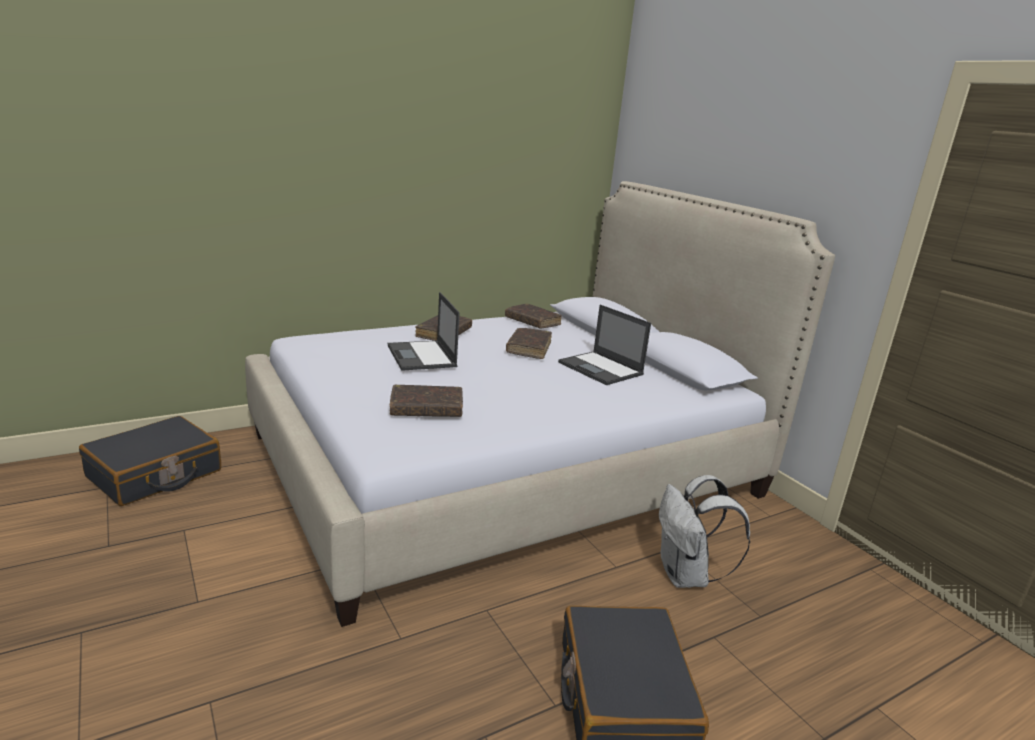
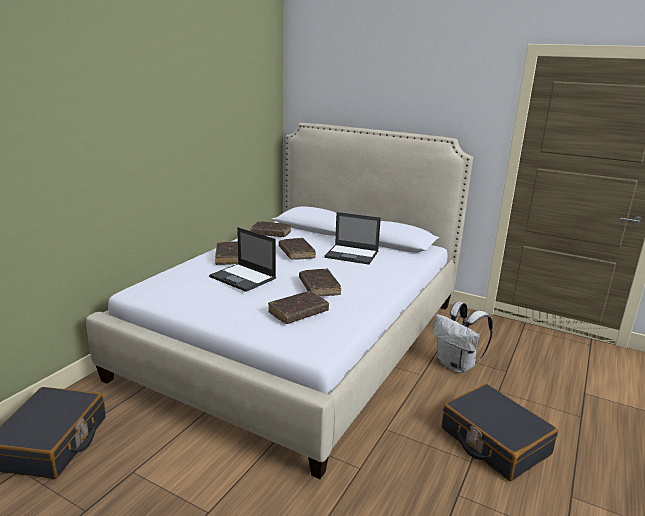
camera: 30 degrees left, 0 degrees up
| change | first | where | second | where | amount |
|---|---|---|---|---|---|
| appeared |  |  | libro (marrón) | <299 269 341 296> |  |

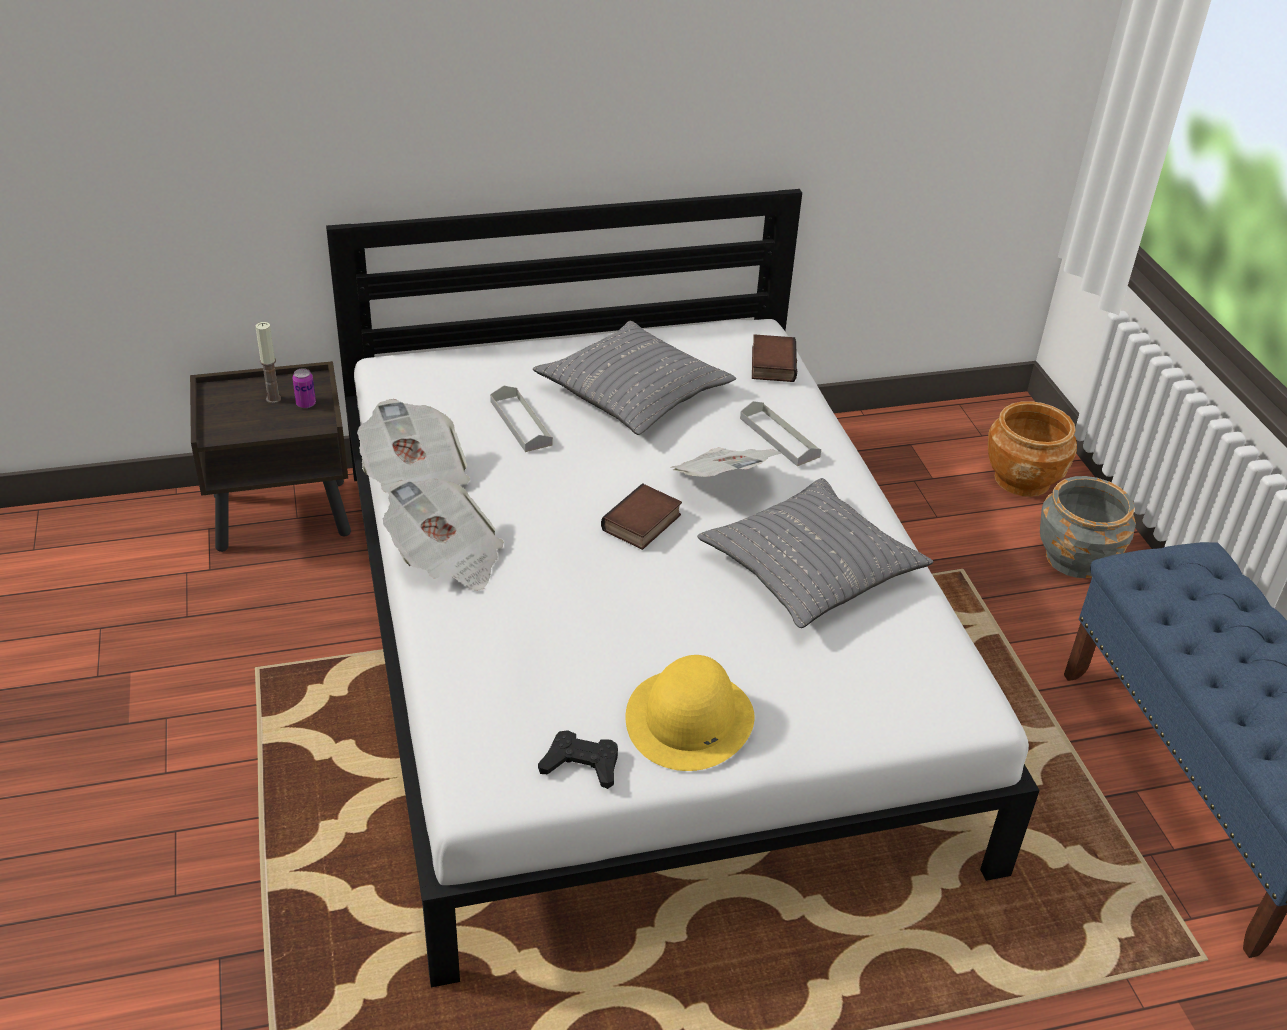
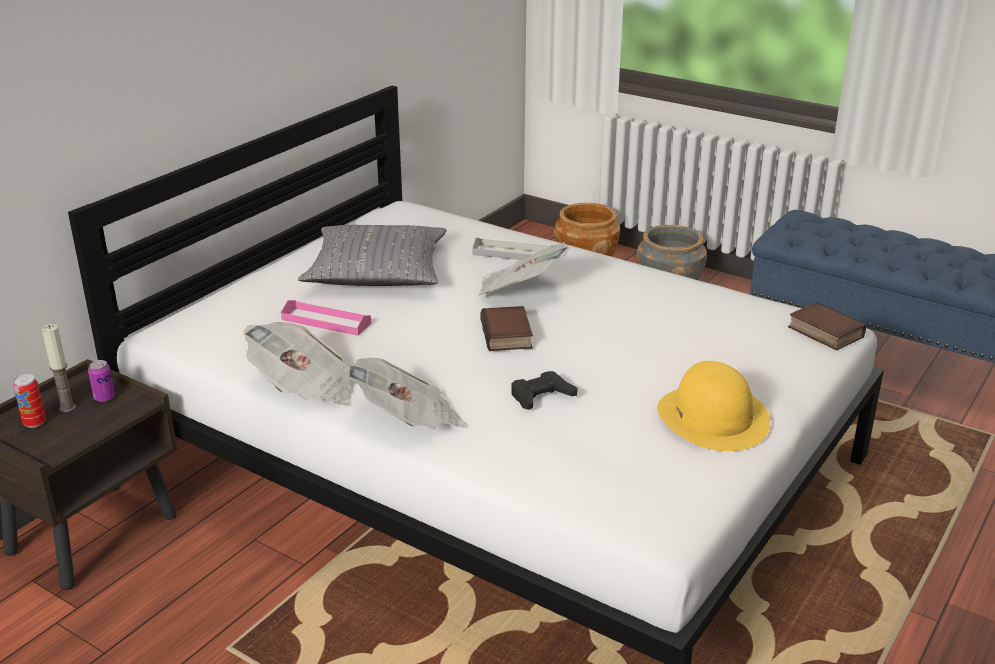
camera: 40 degrees left, 10 degrees down
| change | first | where | second | where | amount |
|---|---|---|---|---|---|
| relocated | libro | <752 334 797 382> |  | <788 302 866 350> |  |
| colour | bandeja (gris) | <490 385 553 452> | bandeja (rosa) | <281 300 371 336> |  |
| missing | cojín (gris) | <697 478 934 628> |  |  |  |
| relocated | mando de consola (negro) | <538 730 618 789> |  | <511 371 577 410> |  |
| appeared |  |  | lata | <14 374 46 428> |  |

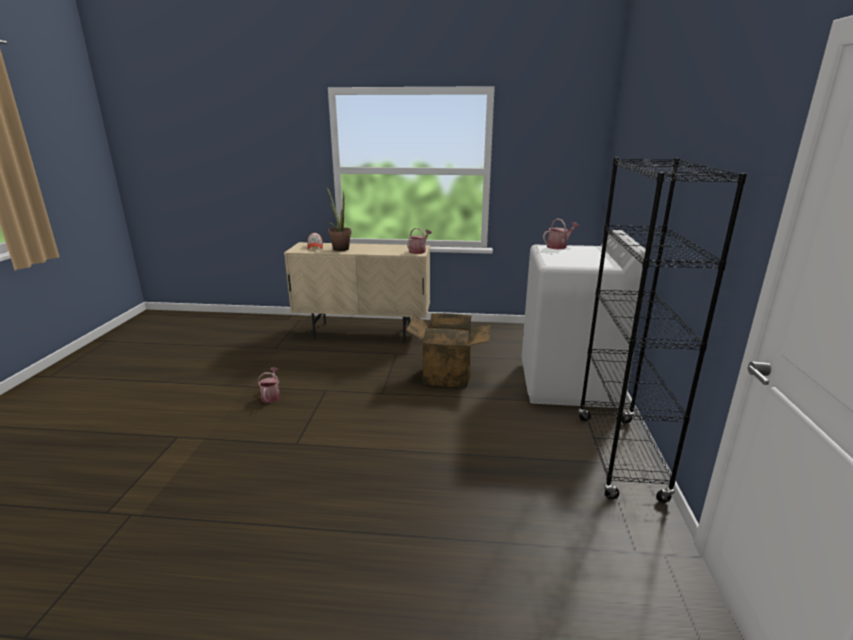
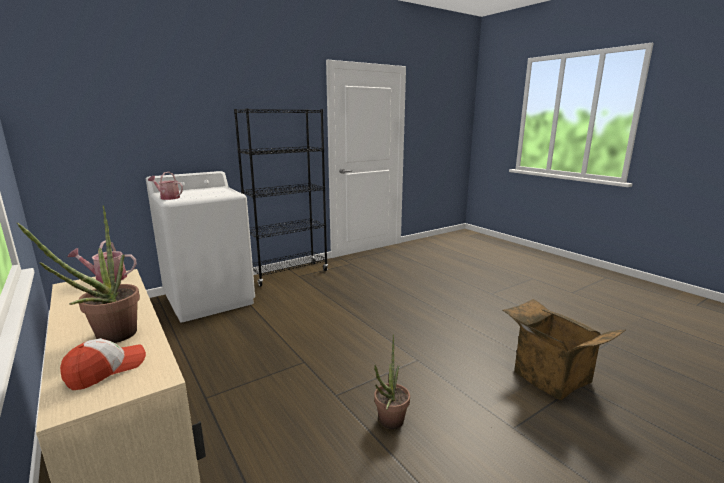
camera: 130 degrees left, 5 degrees down
| change | first | where | second | where | amount |
|---|---|---|---|---|---|
| relocated | caja de cartón | <406 313 491 388> |  | <502 299 625 400> |  |
| exchanged | regadera | <258 368 280 403> | planta en maceta | <374 334 410 429> |  |

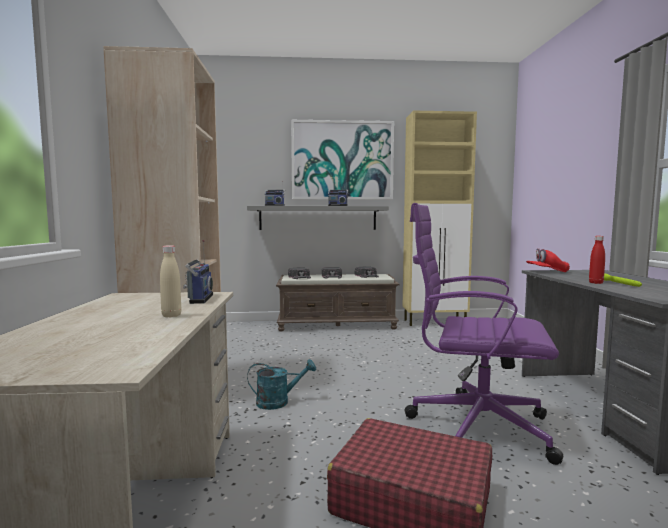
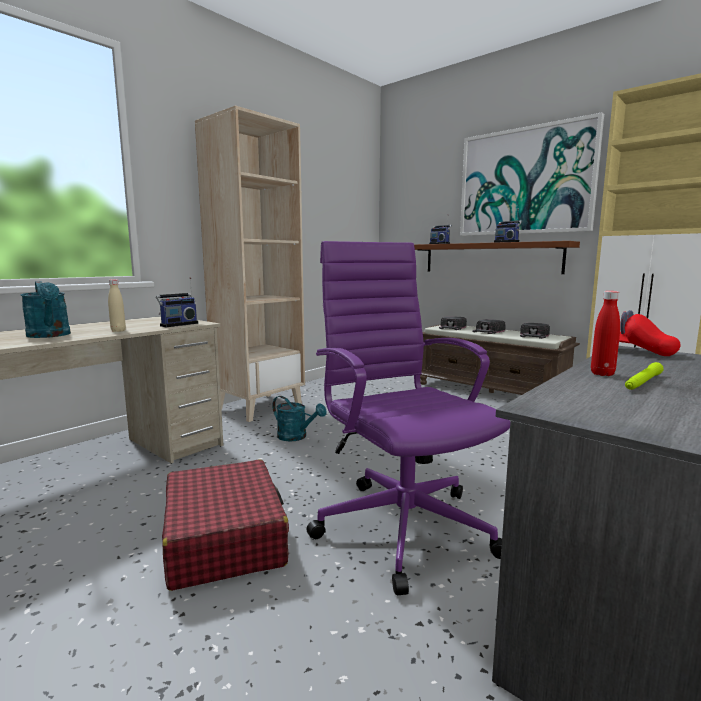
camera: 45 degrees right, 5 degrees up
| change | first | where | second | where | amount |
|---|---|---|---|---|---|
| colour | estante (gris) | <247 206 389 230> | estante (marrón) | <414 241 580 274> |  |
| appeared |  |  | regadera (turquesa) | <20 281 71 338> |  |

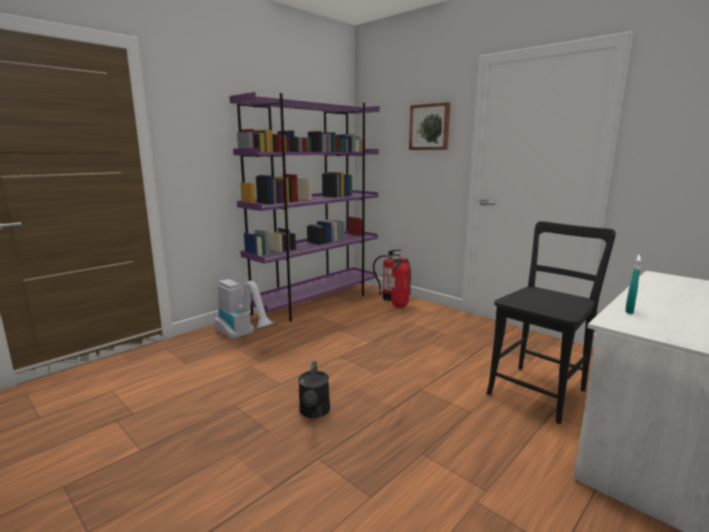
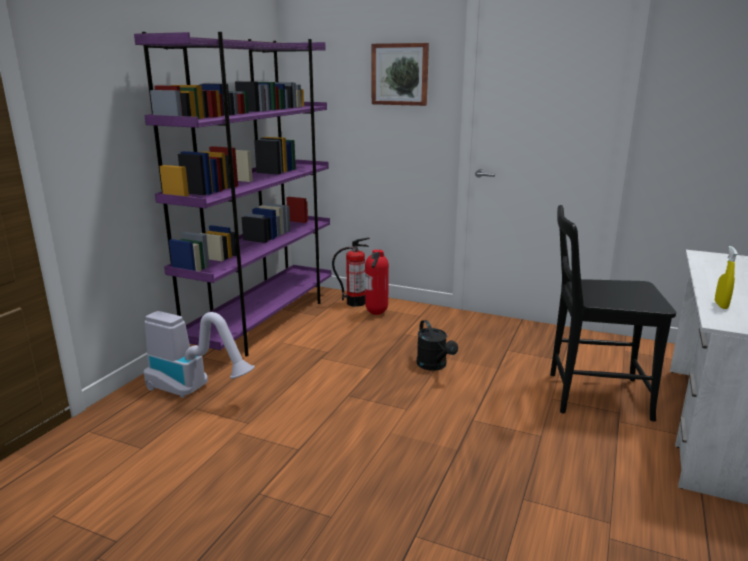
camera: 20 degrees left, 5 degrees up
| change | first | where | second | where | amount |
|---|---|---|---|---|---|
| spun | silla (negro) | <486 221 616 424> |  | <550 205 676 421> | 105 degrees counterclockwise |
| colour | pulverizador (turquesa) | <625 255 641 314> | pulverizador (amarillo) | <715 246 738 309> |  |
| relocated | regadera (negro) | <298 362 330 418> |  | <417 320 458 371> |  |

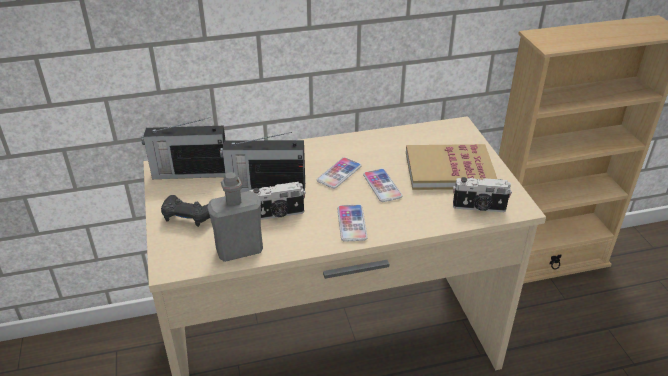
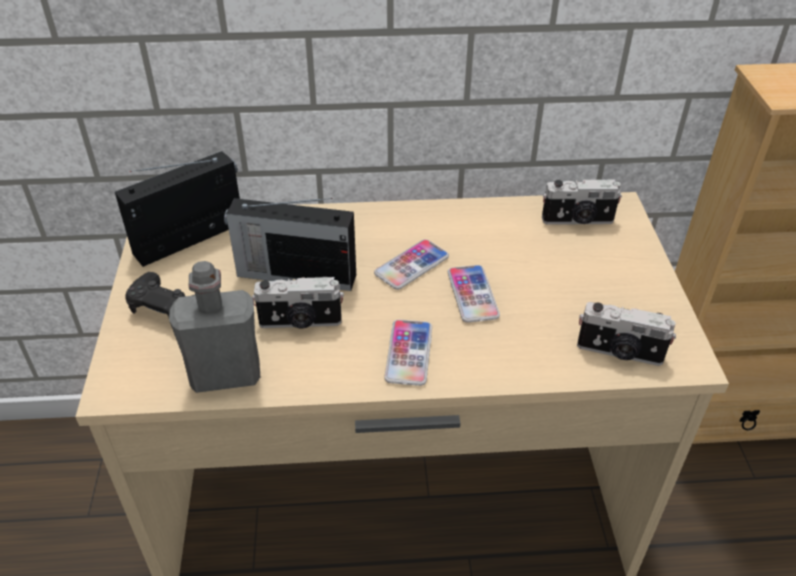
camera: 10 degrees right, 5 degrees up
| change | first | where | second | where | amount |
|---|---|---|---|---|---|
| spun | radio | <142 117 225 179> |  | <115 151 240 267> | 135 degrees clockwise |
| missing | libro | <406 144 497 190> |  |  |  |
| appeared |  |  | cámara | <542 179 622 224> |  |

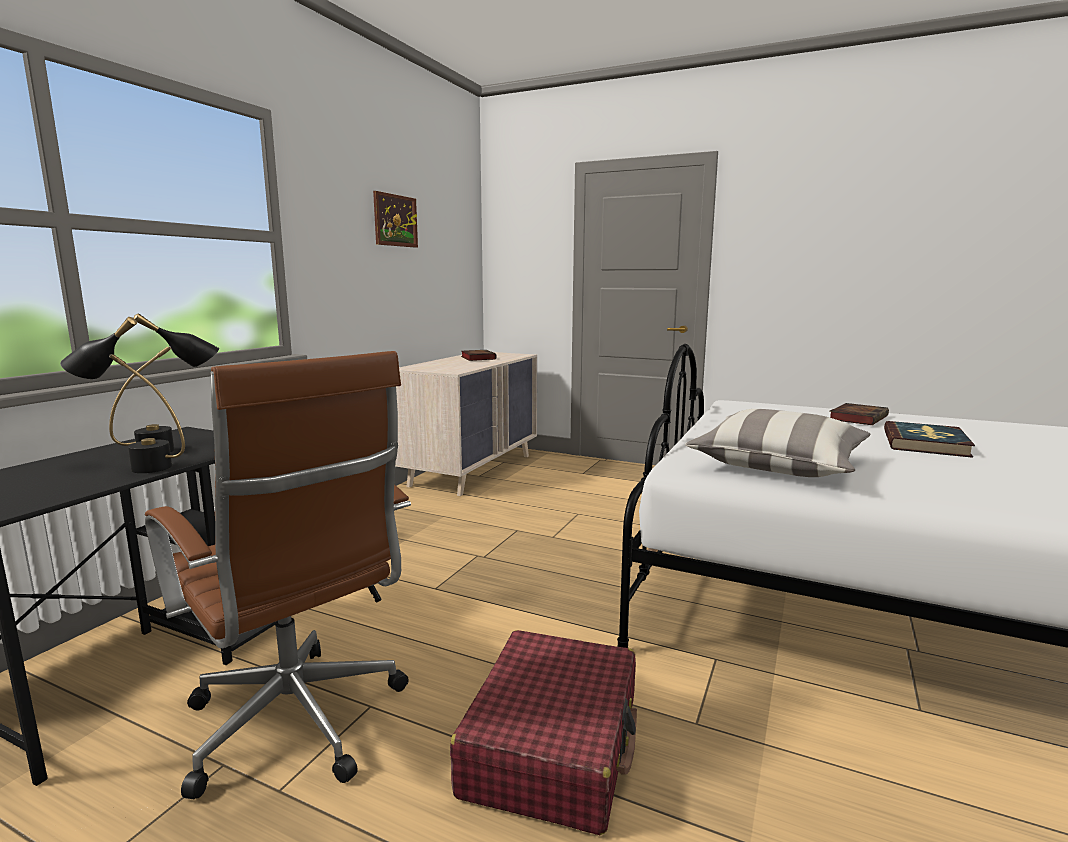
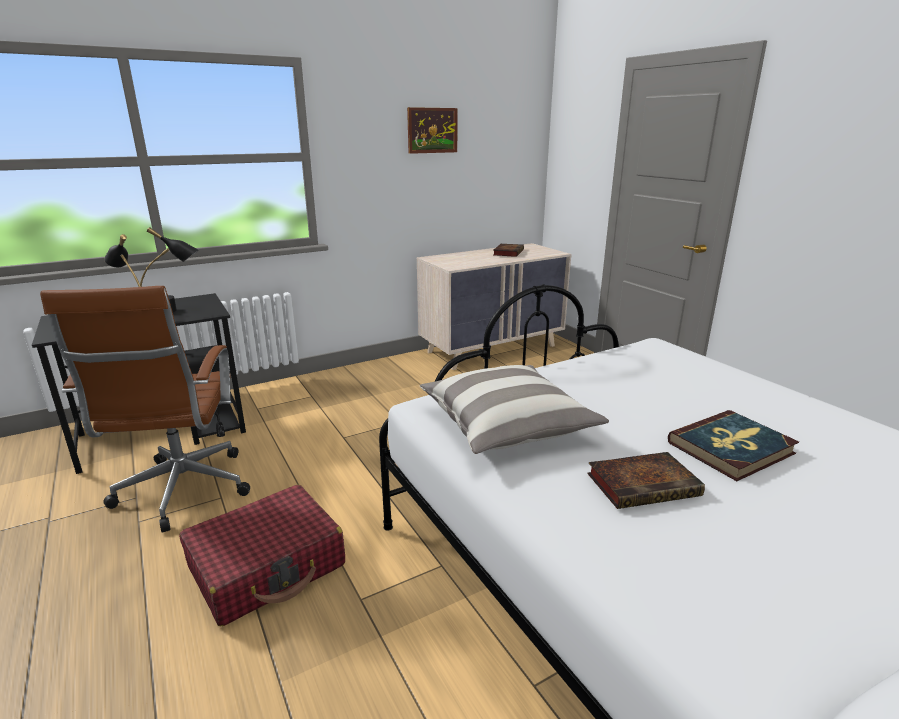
camera: 35 degrees right, 10 degrees up
| change | first | where | second | where | amount |
|---|---|---|---|---|---|
| relocated | libro | <829 403 889 425> |  | <587 452 705 509> |  |

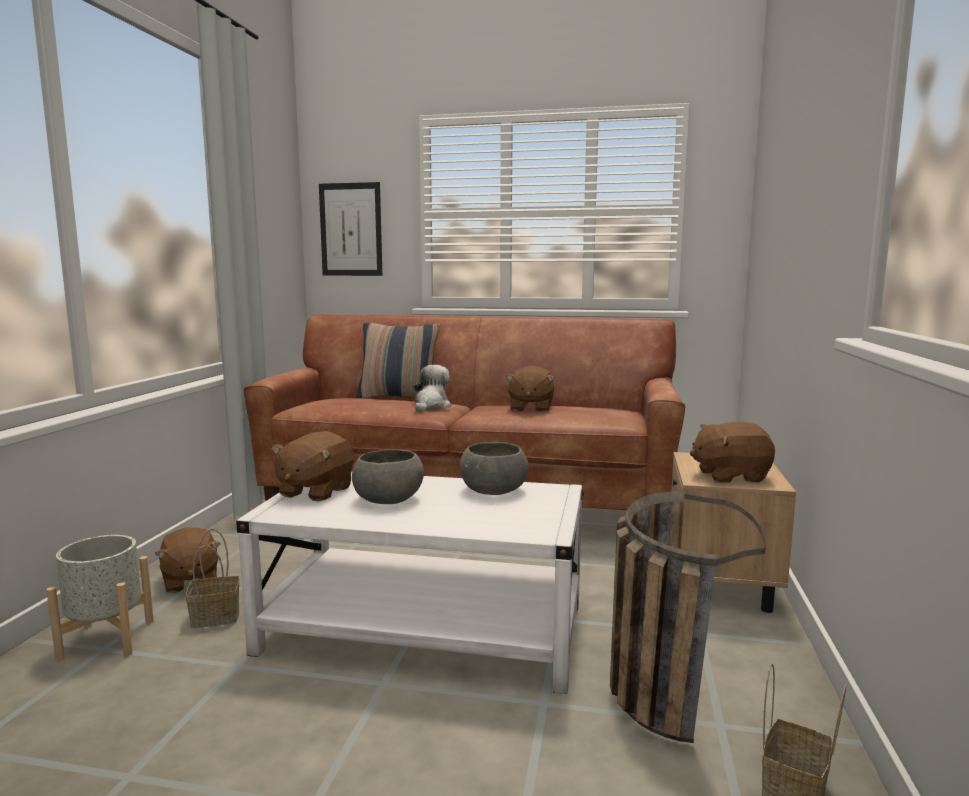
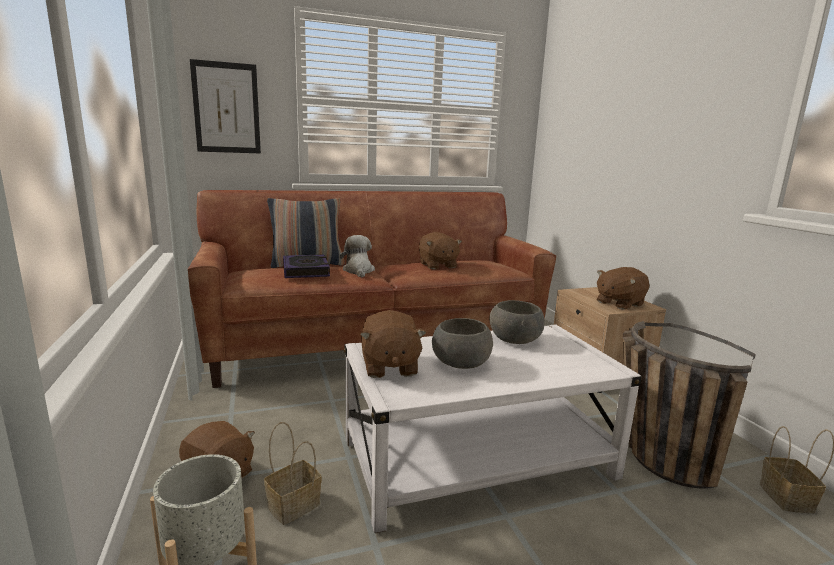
camera: 30 degrees left, 5 degrees up
| change | first | where | second | where | amount |
|---|---|---|---|---|---|
| appeared |  |  | libro | <283 255 330 278> |  |

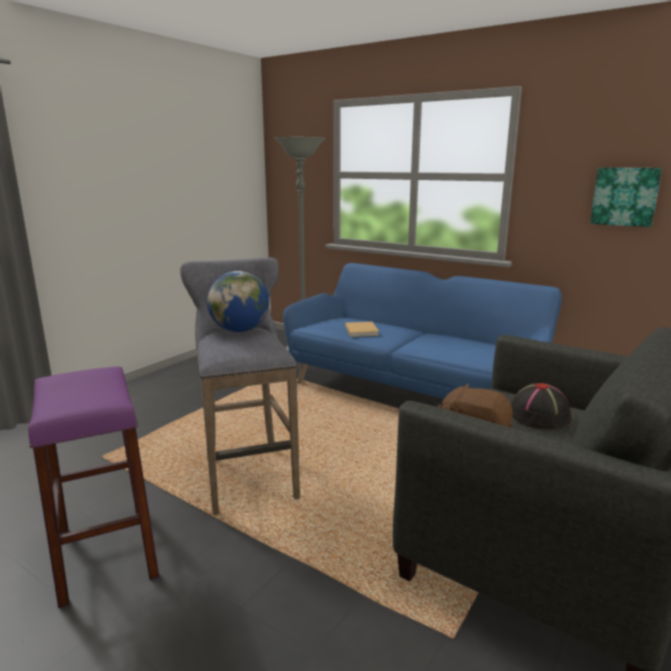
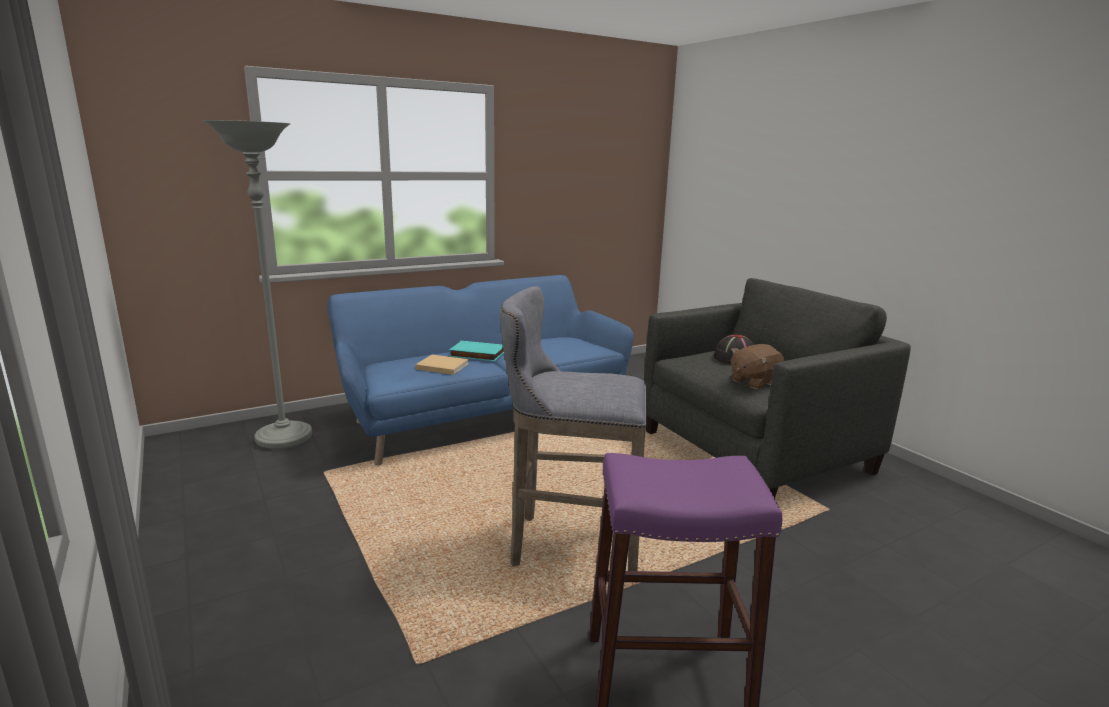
camera: 65 degrees left, 0 degrees up
| change | first | where | second | where | amount |
|---|---|---|---|---|---|
| missing | cuadro | <590 168 662 227> |  |  |  |
| missing | globo terráqueo | <207 271 269 332> |  |  |  |
| appeared |  |  | libro (turquesa) | <449 341 504 361> |  |

